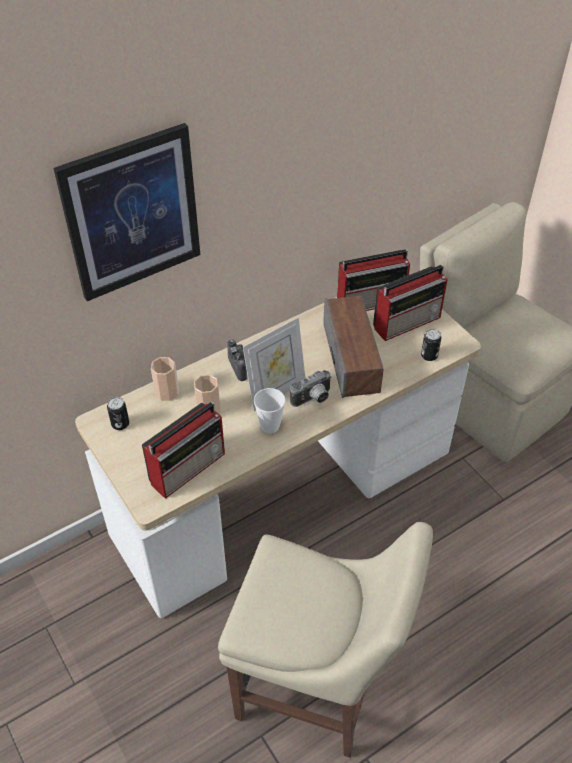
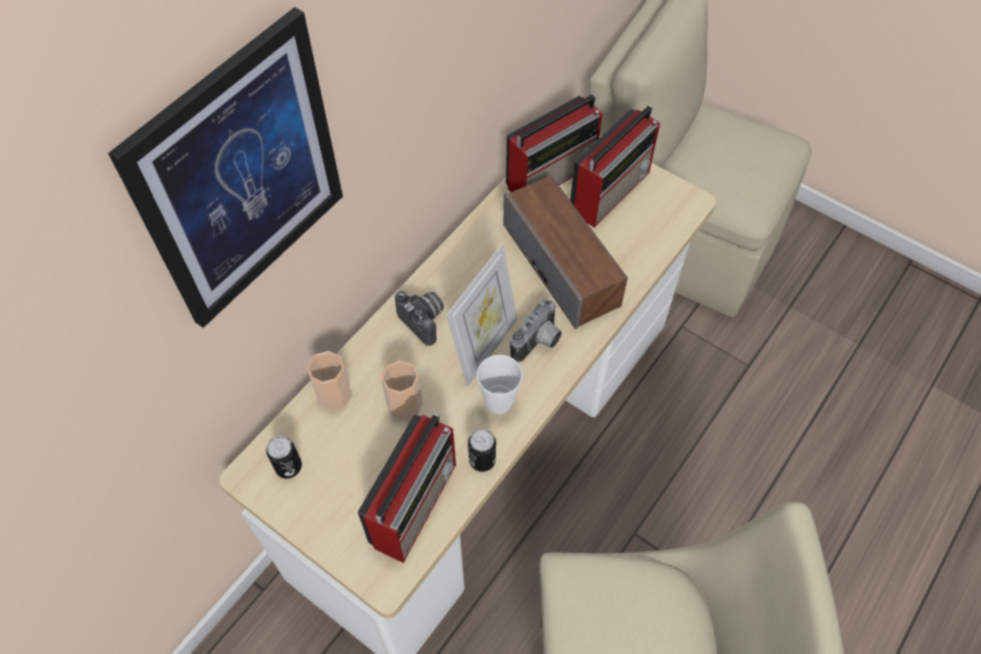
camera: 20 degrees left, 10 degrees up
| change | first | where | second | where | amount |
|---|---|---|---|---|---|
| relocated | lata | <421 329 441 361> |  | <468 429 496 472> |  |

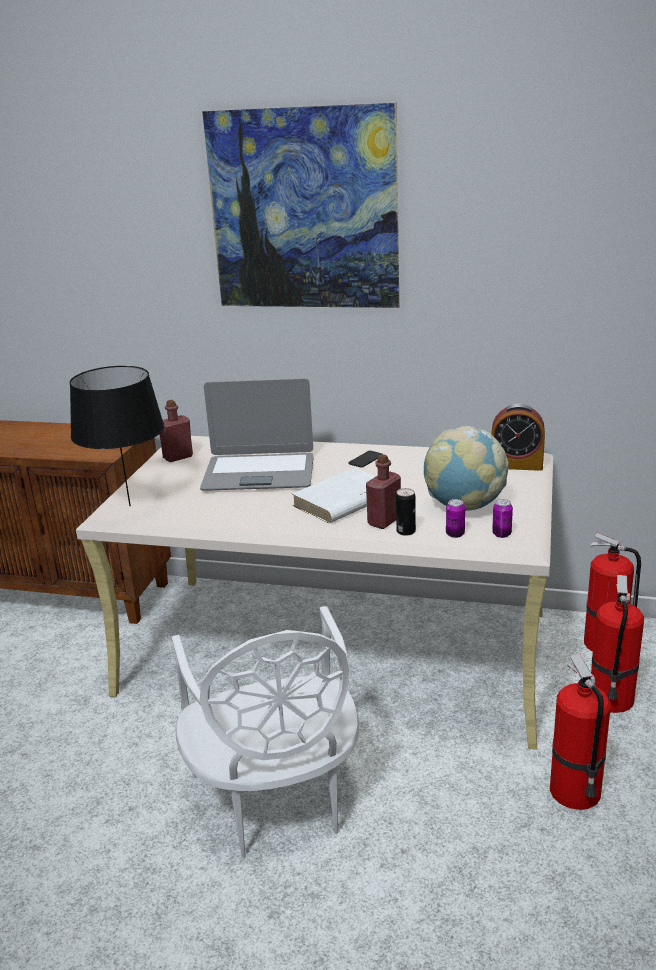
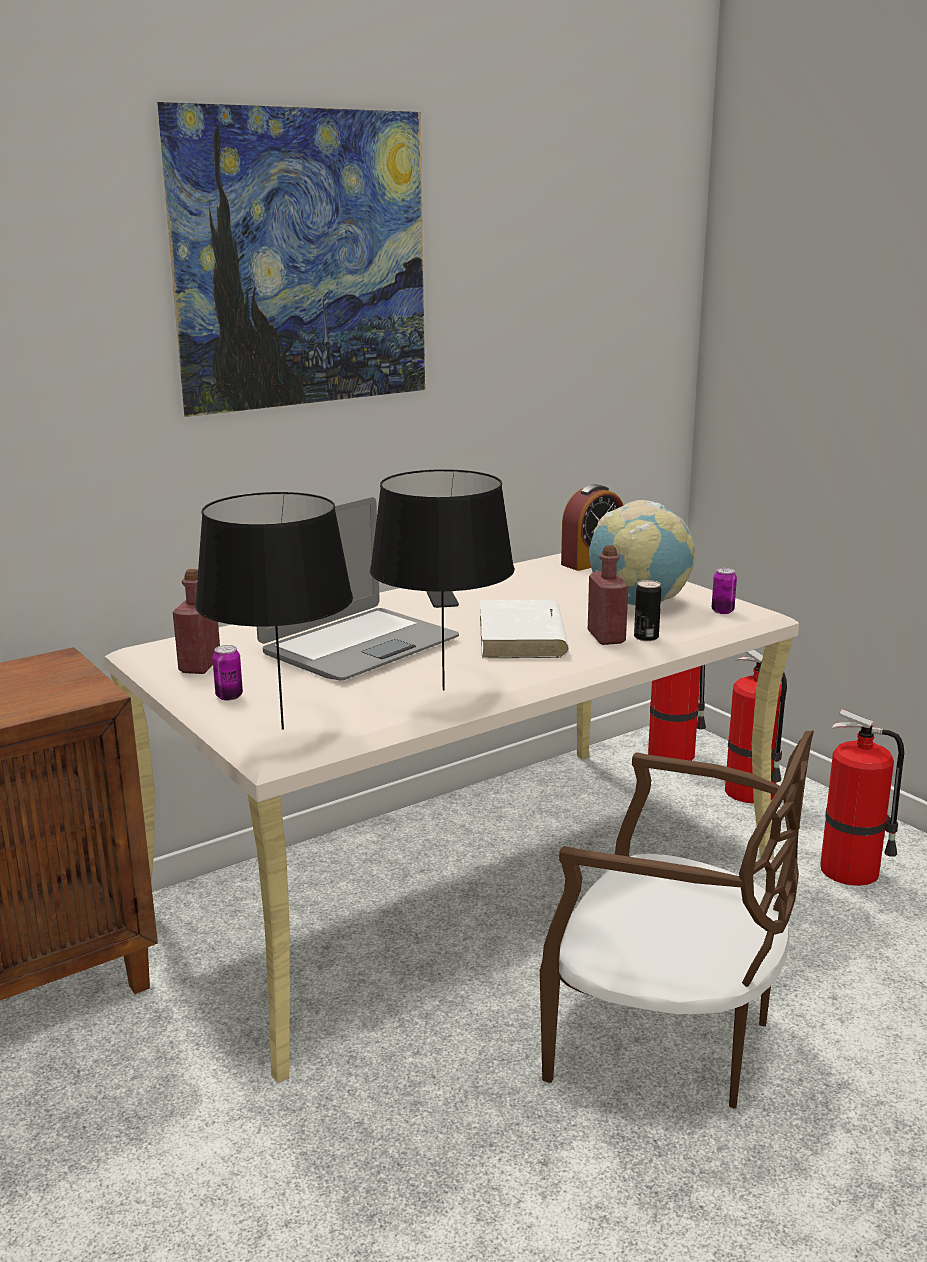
camera: 50 degrees left, 5 degrees down
| change | first | where | second | where | amount |
|---|---|---|---|---|---|
| relocated | lata | <446 499 465 538> |  | <212 645 243 700> |  |
| colour | silla (blanco) | <172 606 359 858> | silla (marrón) | <540 730 814 1109> |  |
| appeared |  |  | lámpara de mesa (negro) | <370 469 515 690> |  |

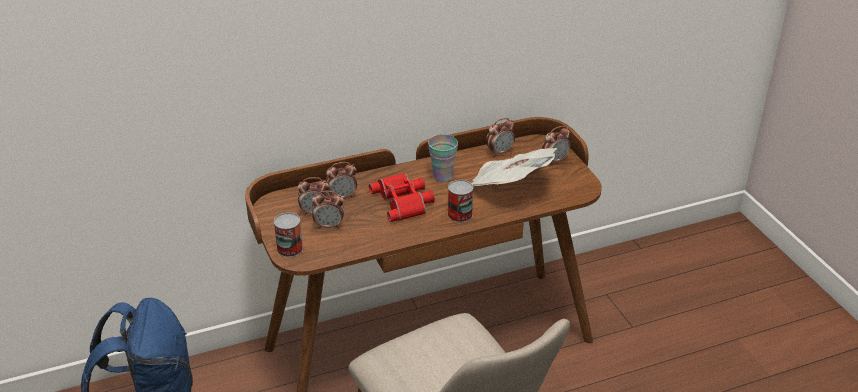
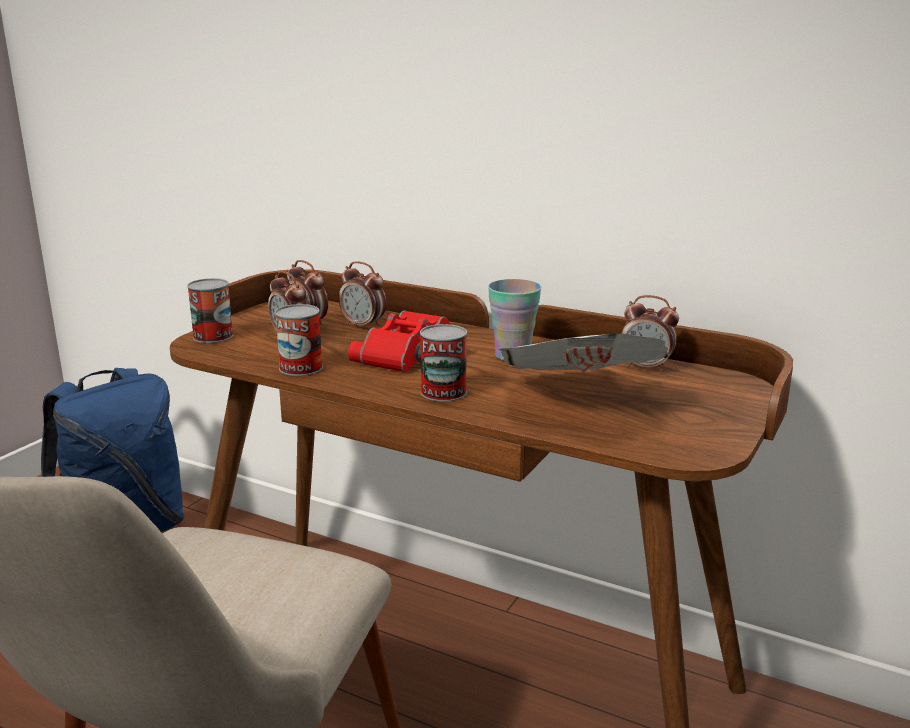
camera: 50 degrees right, 15 degrees down
| change | first | where | second | where | amount |
|---|---|---|---|---|---|
| missing | despertador | <542 126 571 165> |  |  |  |
| appeared |  |  | lata | <275 304 323 376> |  |

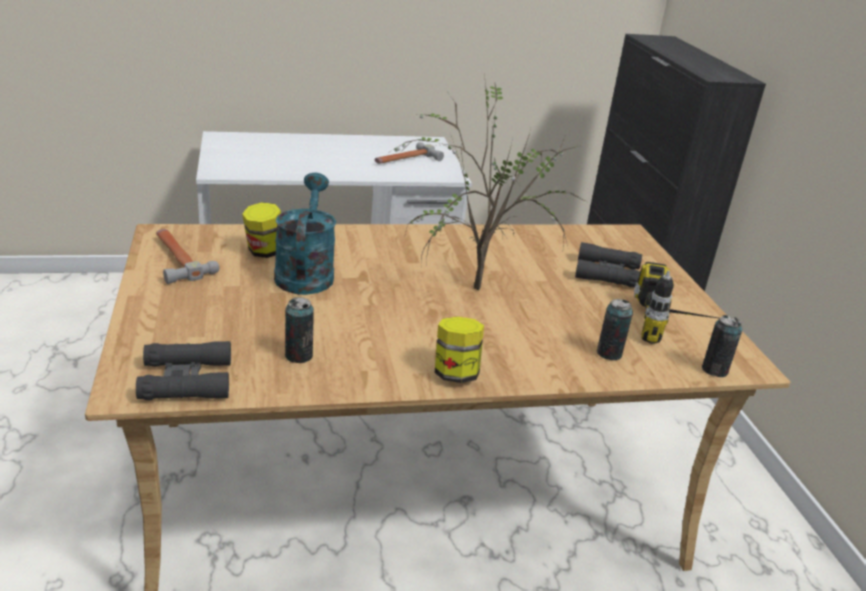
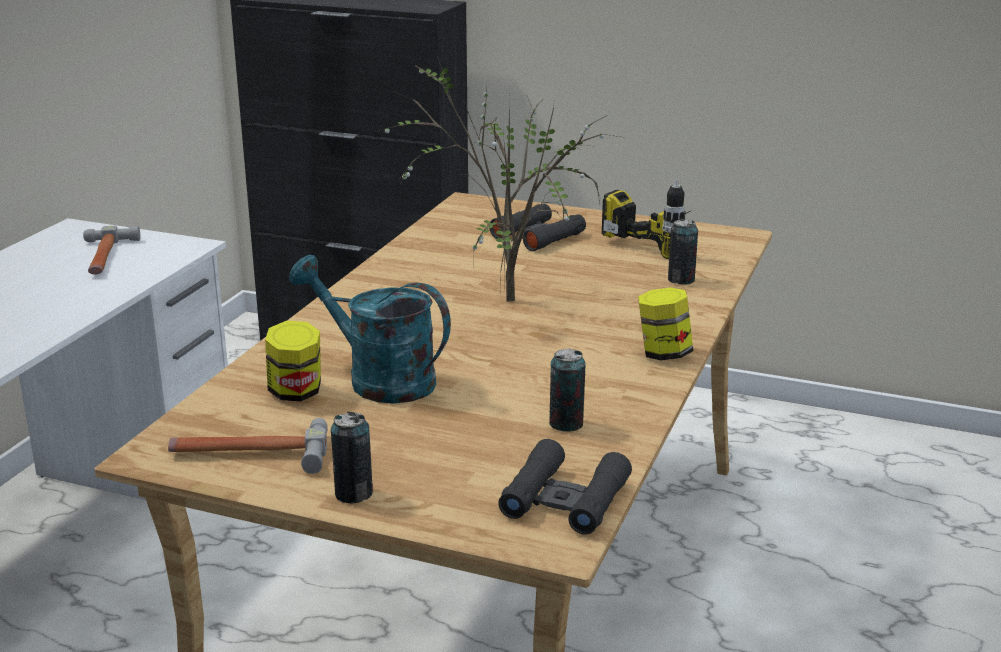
camera: 55 degrees left, 5 degrees down
| change | first | where | second | where | amount |
|---|---|---|---|---|---|
| relocated | lata | <702 315 742 377> |  | <331 412 373 503> |  |

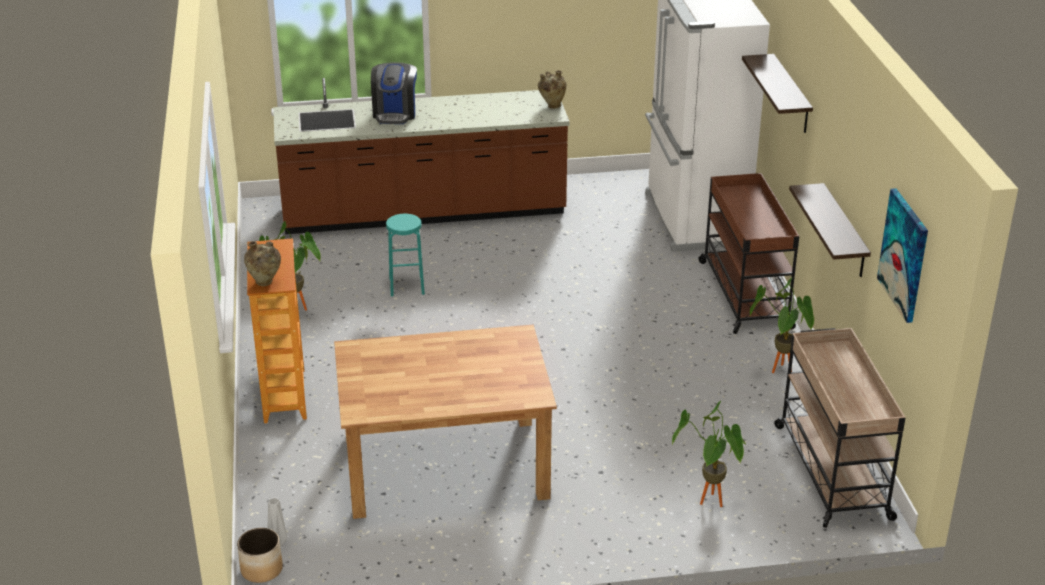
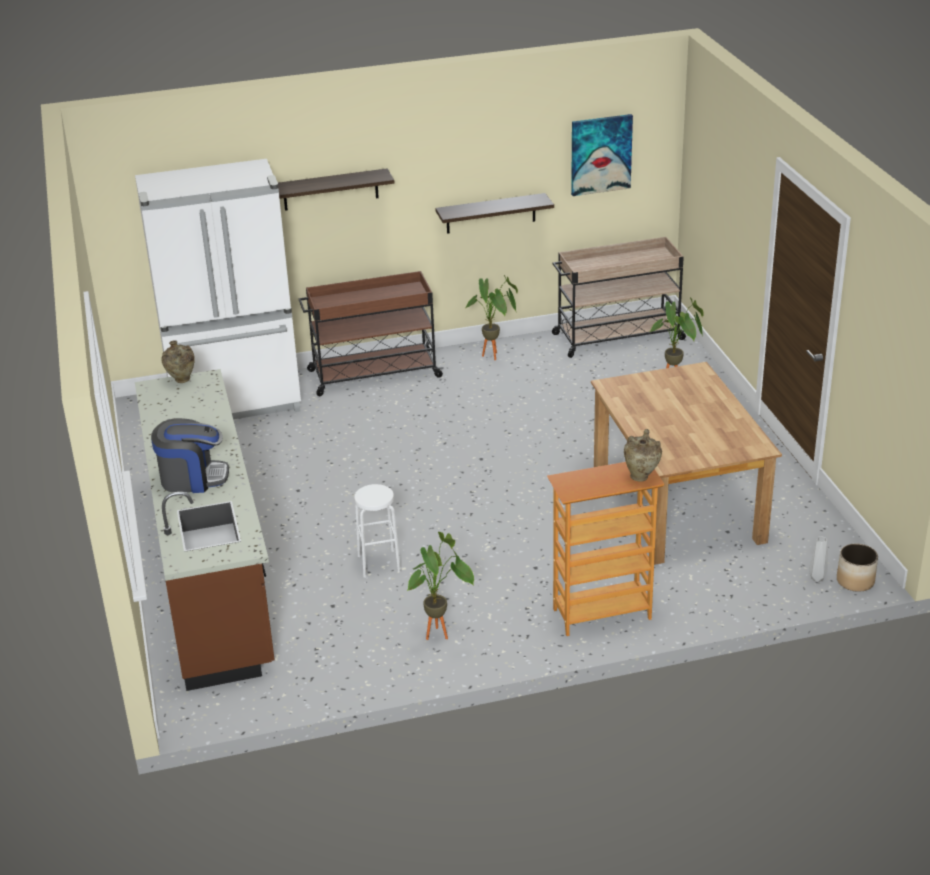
camera: 95 degrees left, 0 degrees up
| change | first | where | second | where | amount |
|---|---|---|---|---|---|
| colour | taburete (turquesa) | <386 214 425 297> | taburete (blanco) | <354 484 401 578> |  |

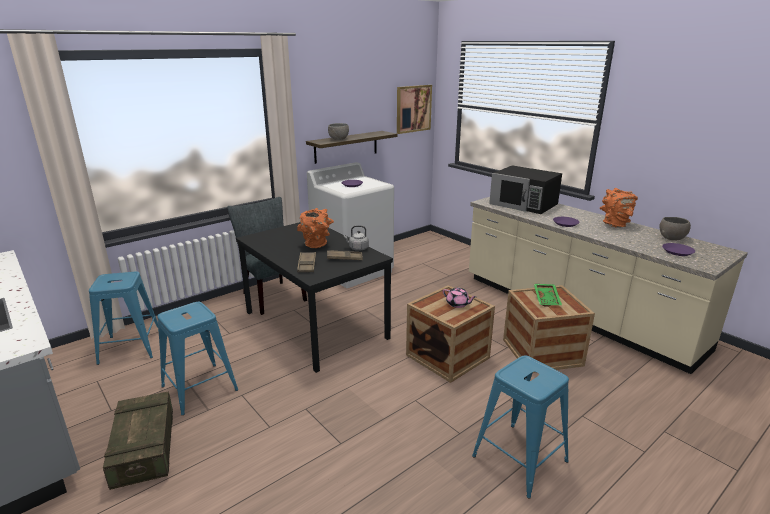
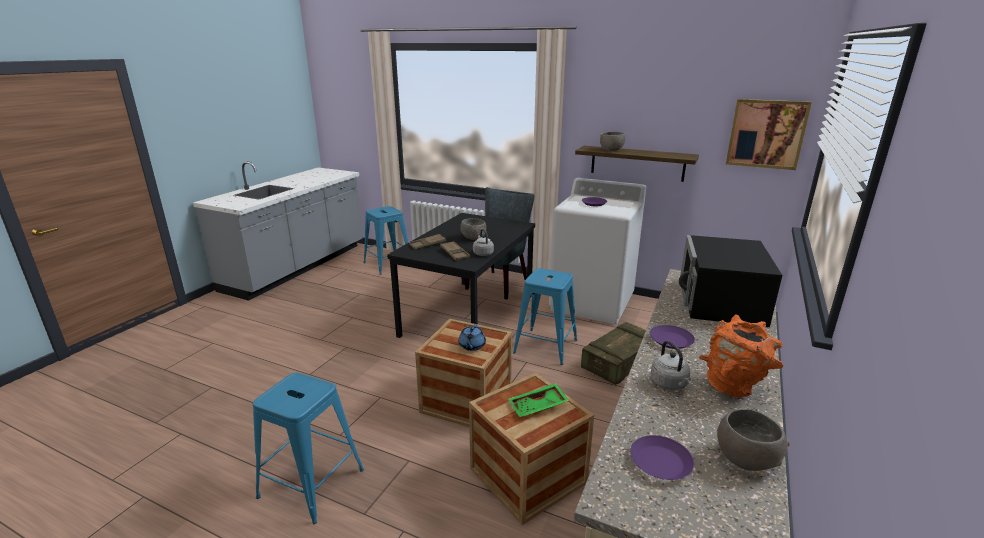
camera: 65 degrees right, 0 degrees up
| change | first | where | second | where | amount |
|---|---|---|---|---|---|
| exchanged | florero (naranja) | <297 208 334 248> | cuenco (gris) | <460 218 486 240> |  |
| colour | tetera (rosa) | <443 288 476 308> | tetera (azul) | <459 324 486 351> |  |
| relocated | taburete (azul) | <157 302 238 415> |  | <513 268 577 365> |  |
| relocated | caja de embalaje | <103 391 173 490> |  | <581 322 646 385> |  |
| appeared |  |  | hervidor (gris) | <650 341 691 390> |  |

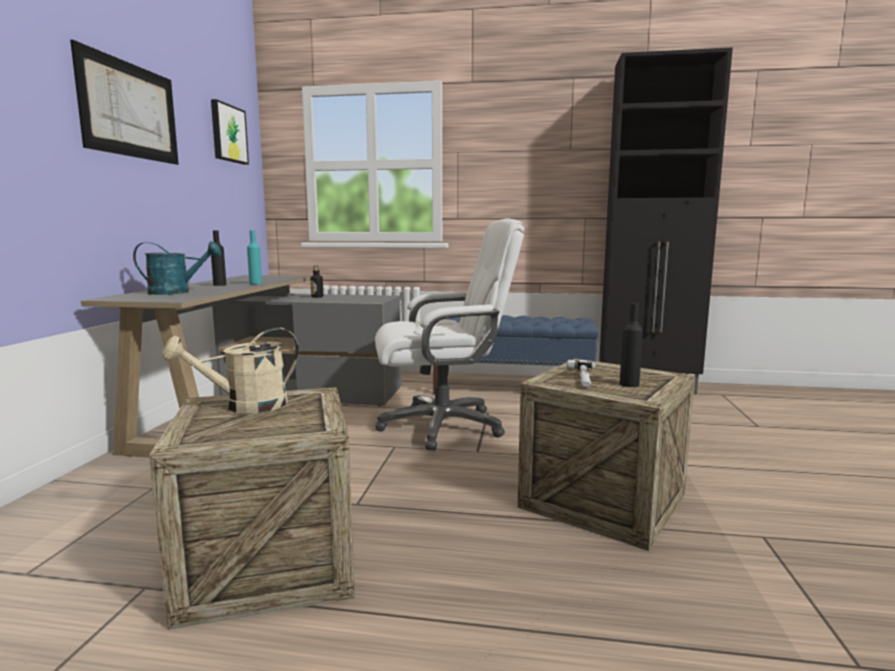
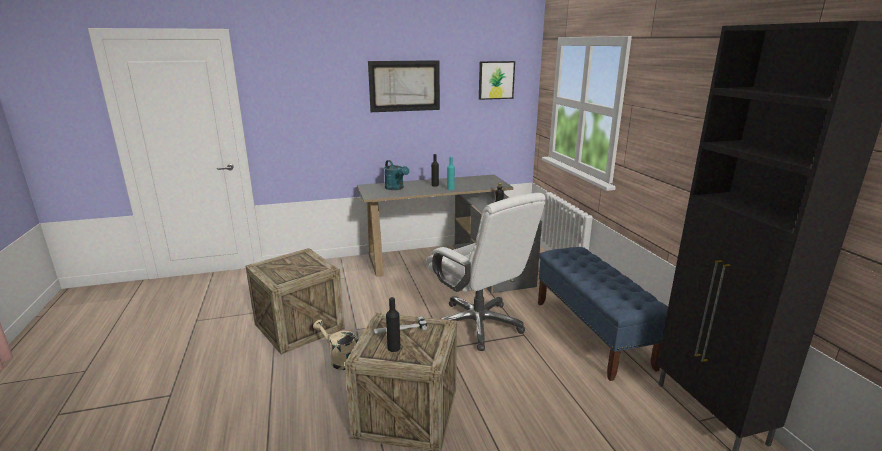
camera: 65 degrees right, 10 degrees up
| change | first | where | second | where | amount |
|---|---|---|---|---|---|
| relocated | regadera (beis) | <162 327 299 413> |  | <313 319 358 370> |  |

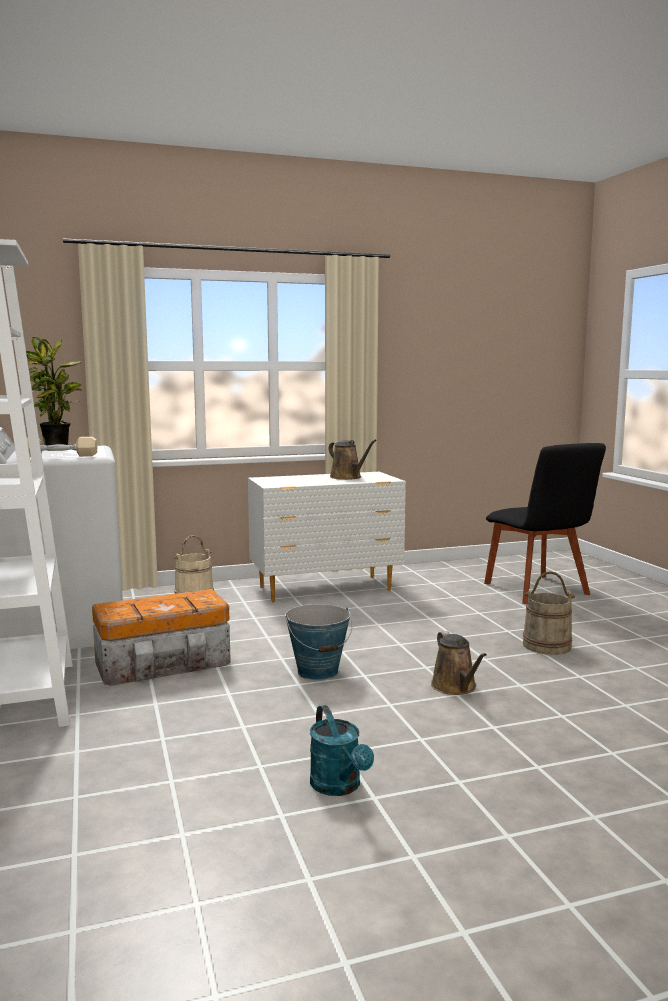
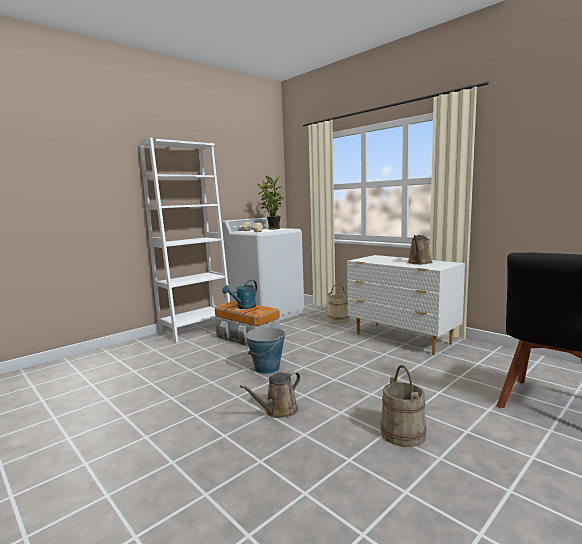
camera: 65 degrees right, 0 degrees up
| change | first | where | second | where | amount |
|---|---|---|---|---|---|
| relocated | regadera (turquesa) | <310 705 374 796> |  | <222 280 257 309> |  |

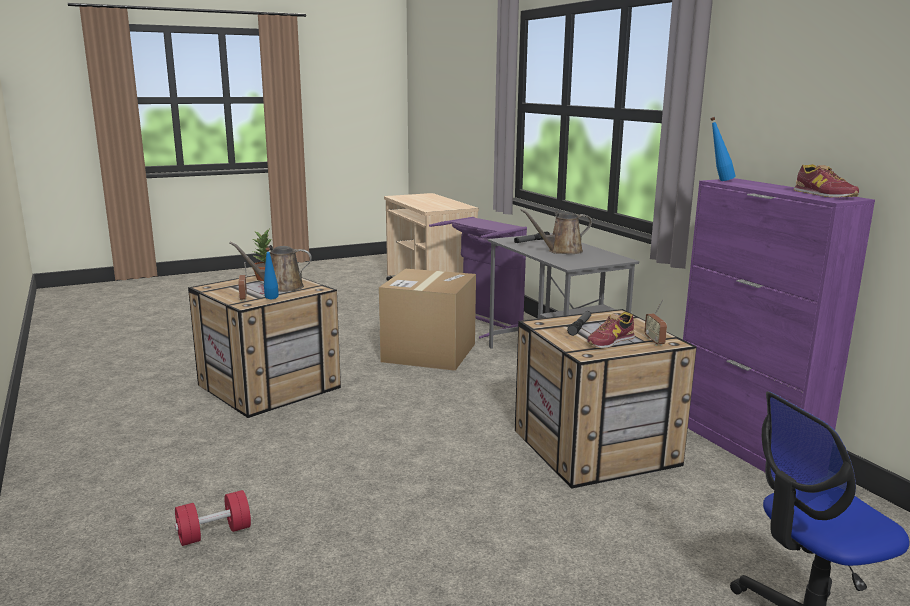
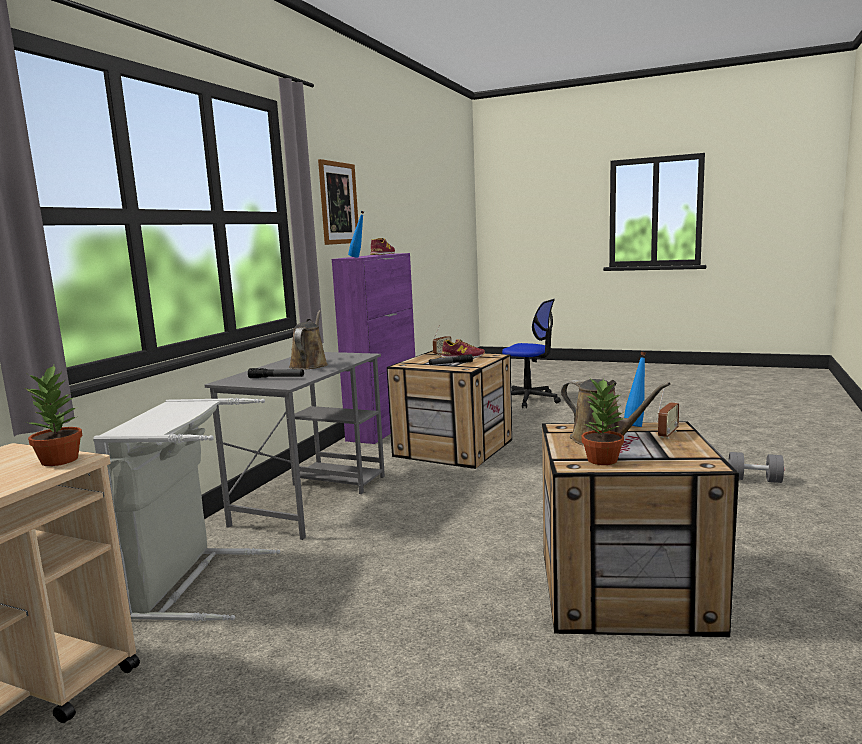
camera: 130 degrees left, 5 degrees down
| change | first | where | second | where | amount |
|---|---|---|---|---|---|
| spun | regadera (marrón) | <521 209 592 254> |  | <289 310 328 370> | 120 degrees counterclockwise |
| colour | cesto de la ropa (morado) | <429 217 527 339> | cesto de la ropa (gris) | <93 398 280 621> |  |
| missing | caja de cartón | <379 269 476 371> |  |  |  |
| colour | mancuerna (rojo) | <175 490 251 546> | mancuerna (gris) | <728 452 784 483> |  |
| appeared |  |  | cuadro | <318 159 358 245> |  |
| appeared |  |  | planta en maceta | <25 365 82 466> |  |

